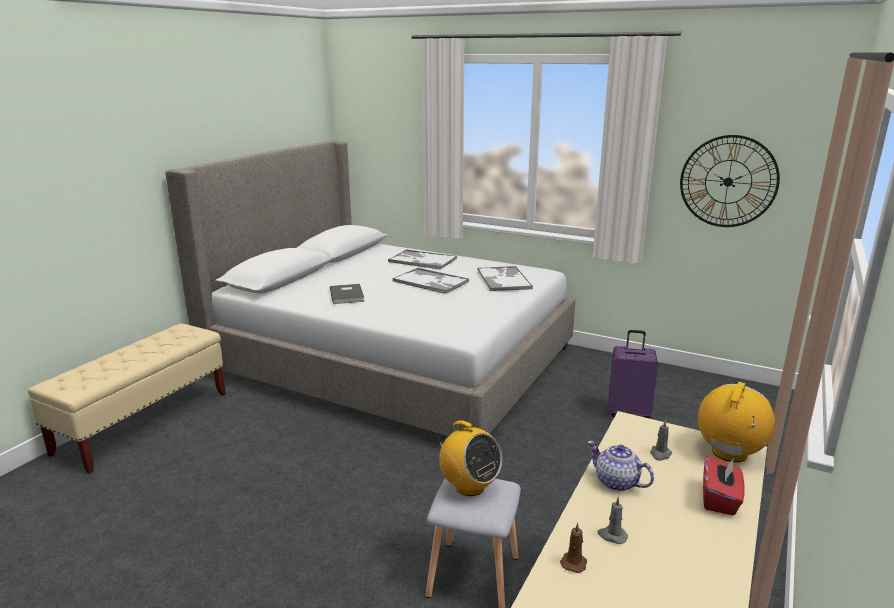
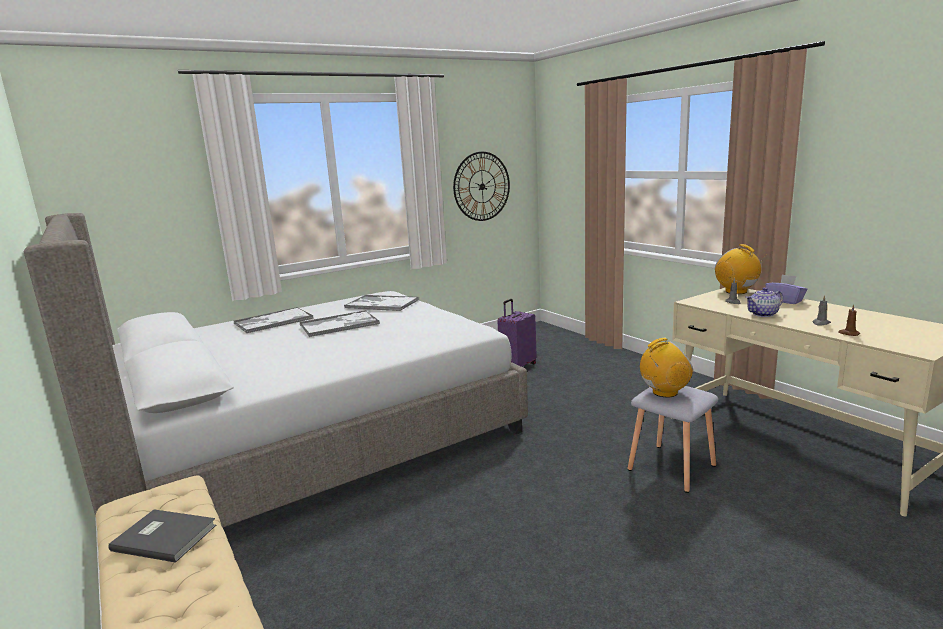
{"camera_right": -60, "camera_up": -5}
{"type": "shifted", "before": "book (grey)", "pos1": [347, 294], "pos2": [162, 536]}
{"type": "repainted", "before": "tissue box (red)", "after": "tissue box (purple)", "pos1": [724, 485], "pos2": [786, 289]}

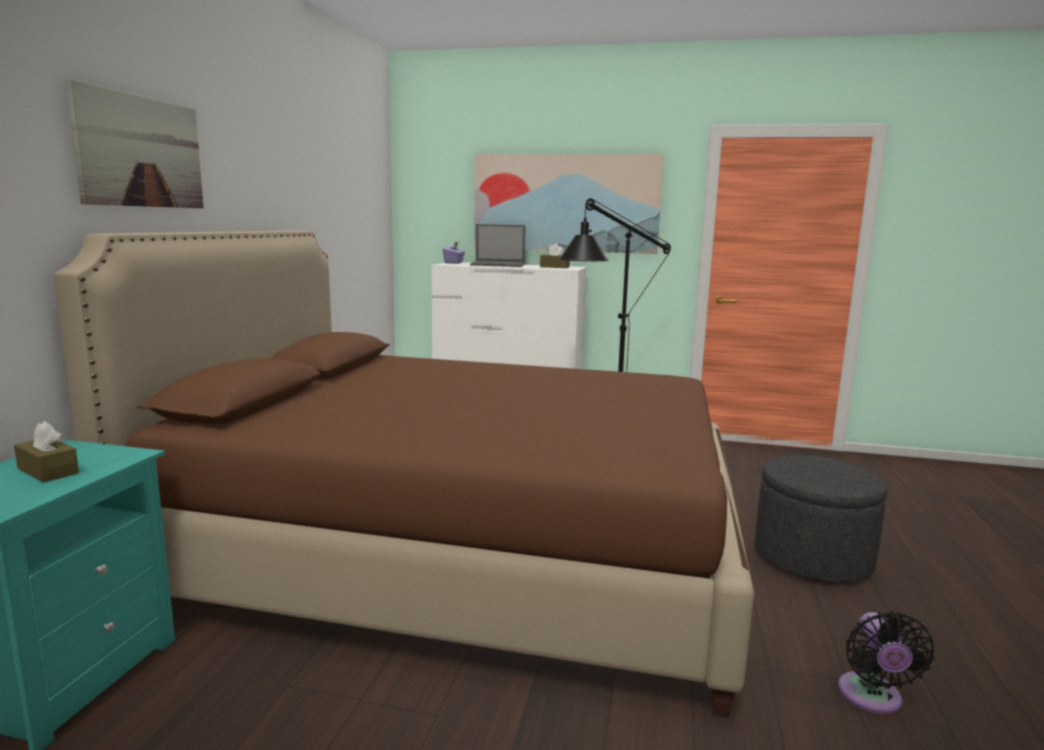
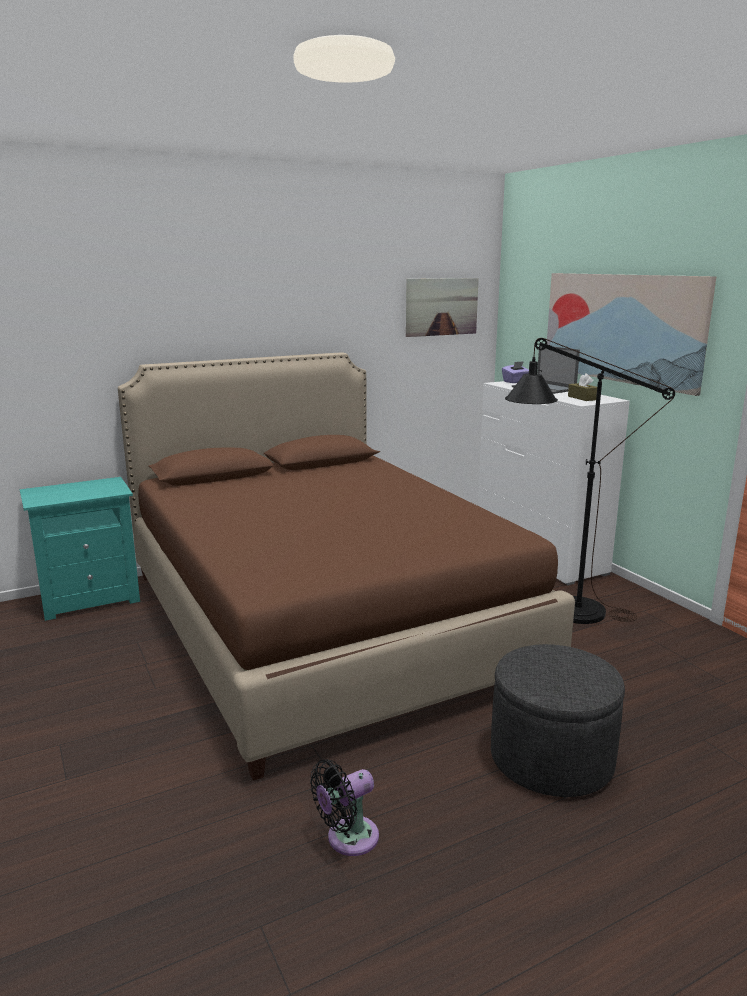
{"camera_right": 50, "camera_up": 5}
{"type": "shifted", "before": "picture", "pos1": [135, 143], "pos2": [442, 307]}
{"type": "gone", "before": "tissue box (brown)", "pos1": [46, 452]}

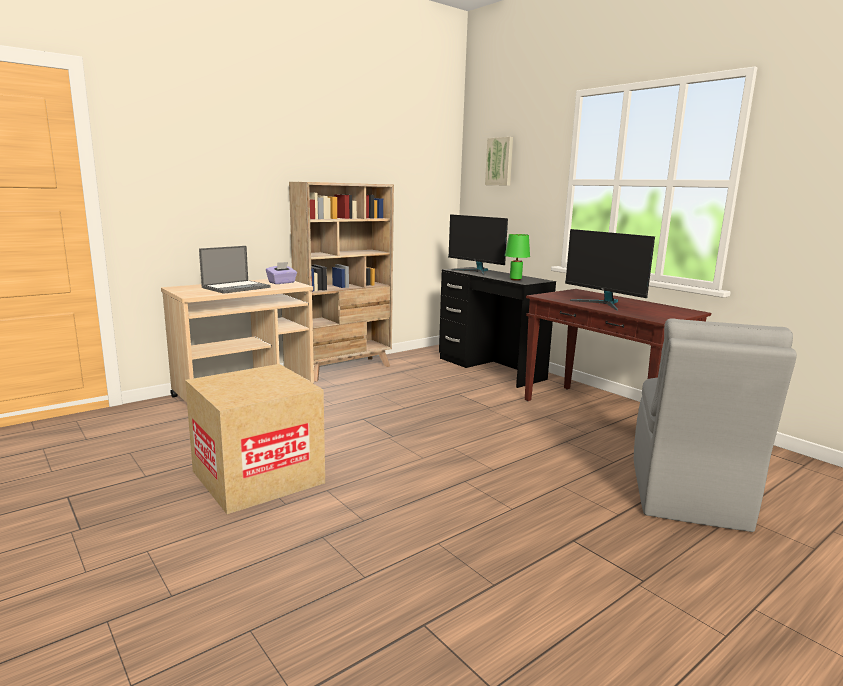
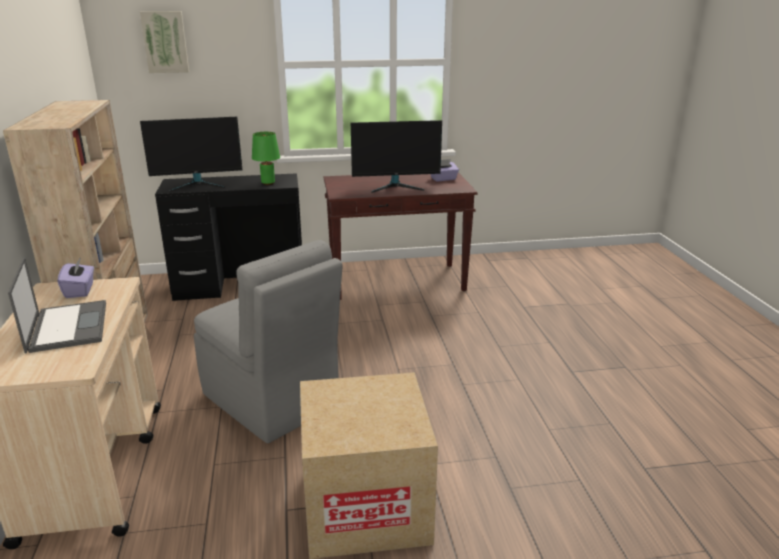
{"camera_right": -60, "camera_up": 10}
{"type": "shifted", "before": "chair (grey)", "pos1": [715, 425], "pos2": [268, 341]}
{"type": "new", "after": "tissue box (purple)", "pos2": [445, 170]}

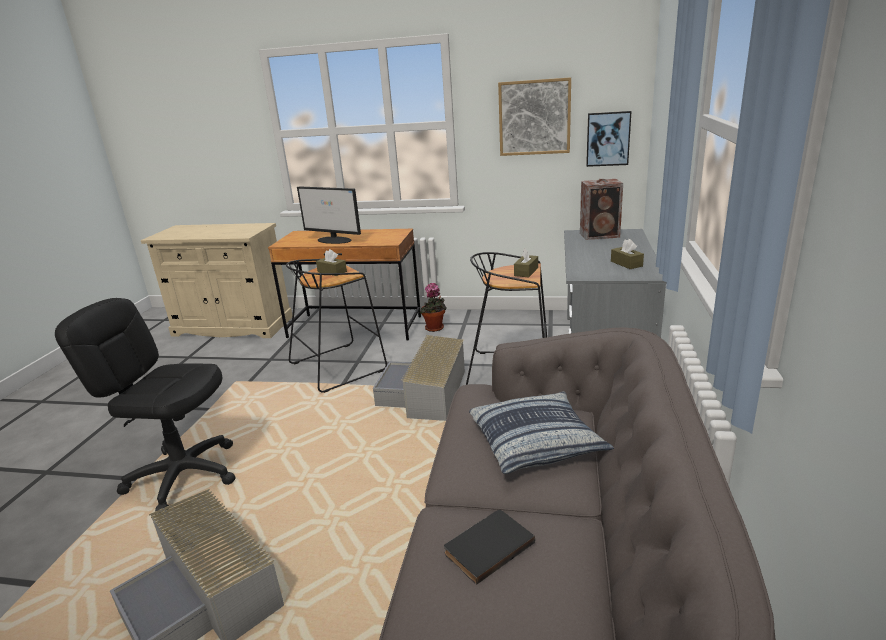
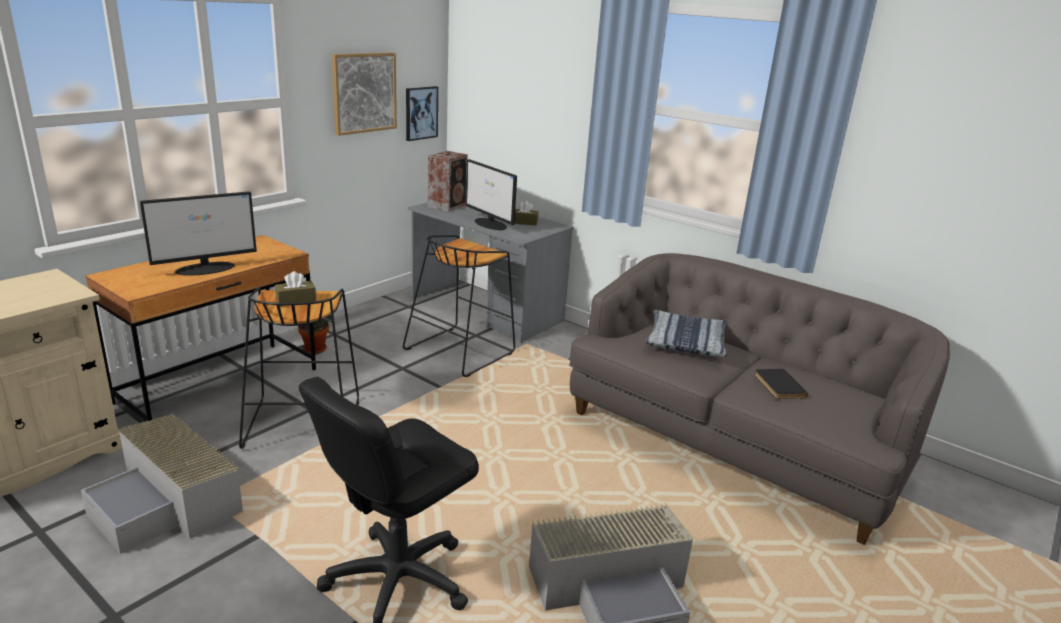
{"camera_right": -65, "camera_up": 0}
{"type": "gone", "before": "tissue box (brown)", "pos1": [526, 262]}
{"type": "shifted", "before": "storage box (grey)", "pos1": [419, 378], "pos2": [162, 484]}
{"type": "new", "after": "monitor", "pos2": [491, 194]}

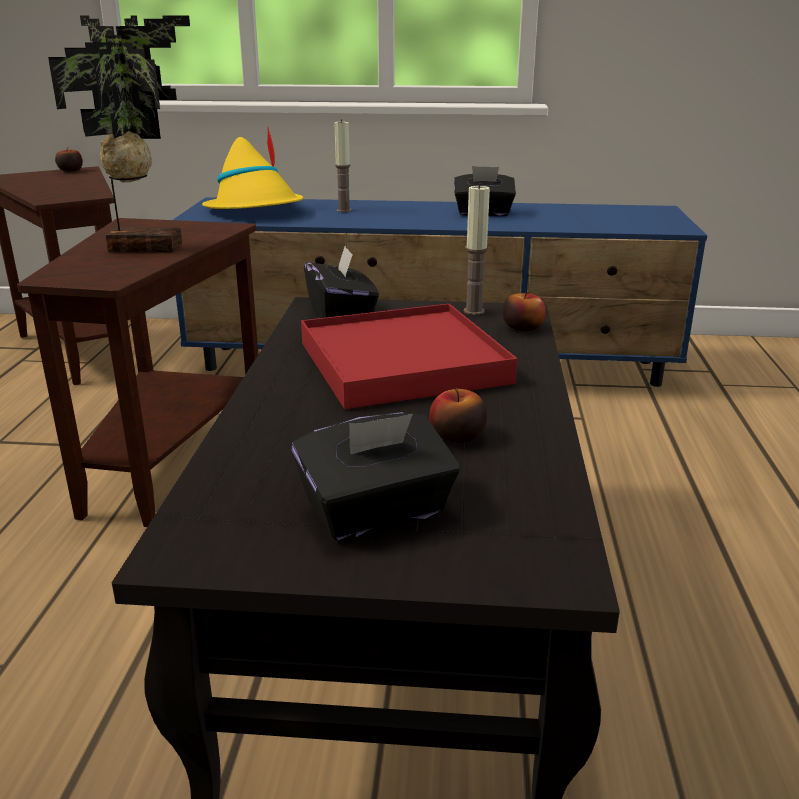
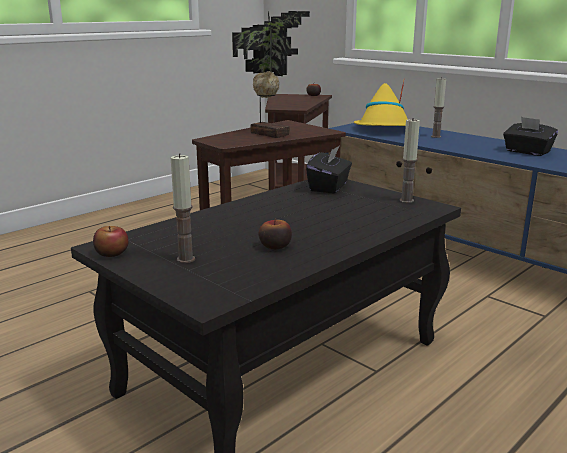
{"camera_right": 40, "camera_up": -5}
{"type": "shifted", "before": "apple", "pos1": [524, 312], "pos2": [111, 241]}
{"type": "gone", "before": "tray (red)", "pos1": [409, 356]}
{"type": "swapped", "before": "tissue box (black)", "after": "candle", "pos1": [376, 476], "pos2": [183, 208]}

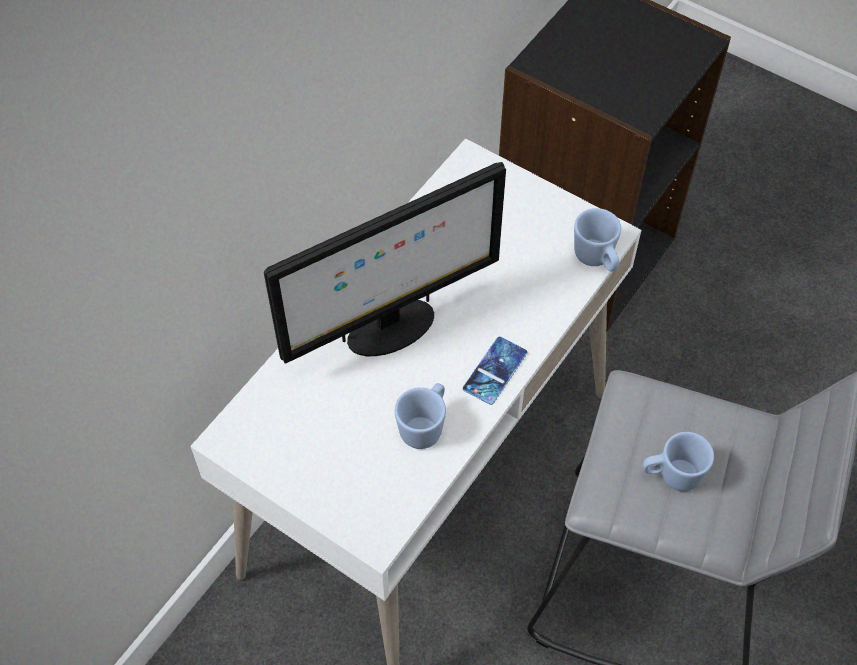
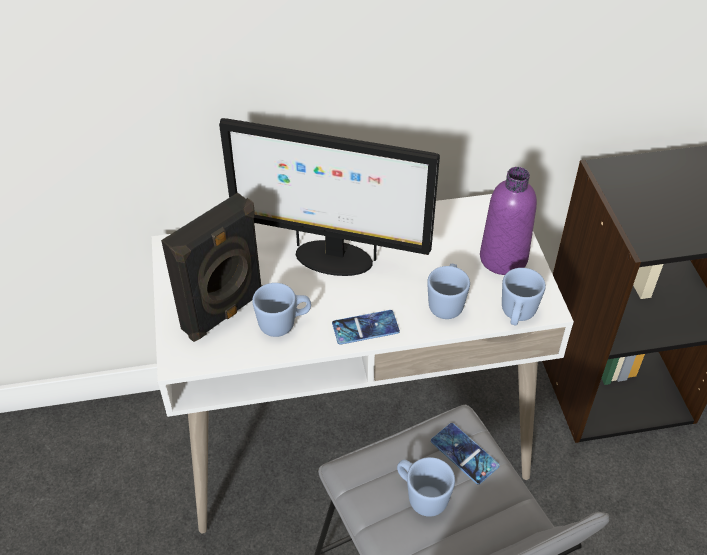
{"camera_right": 45, "camera_up": -10}
{"type": "new", "after": "bottle (purple)", "pos2": [508, 221]}
{"type": "new", "after": "speaker (black)", "pos2": [212, 267]}
{"type": "new", "after": "mug (blue)", "pos2": [448, 291]}
{"type": "new", "after": "phone", "pos2": [465, 454]}

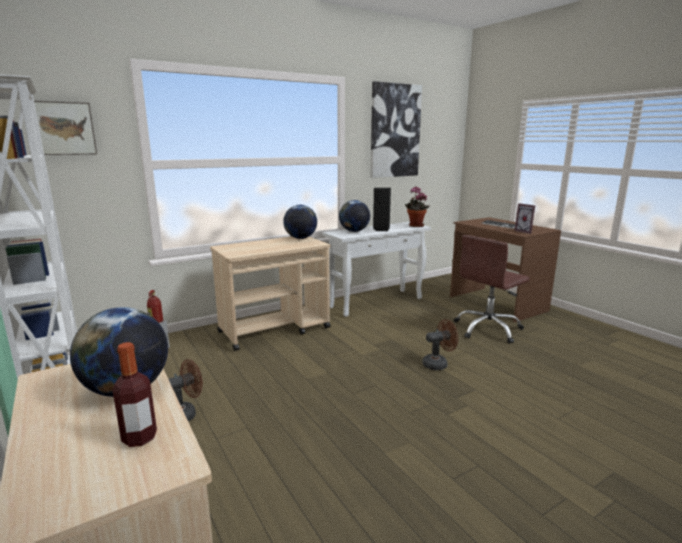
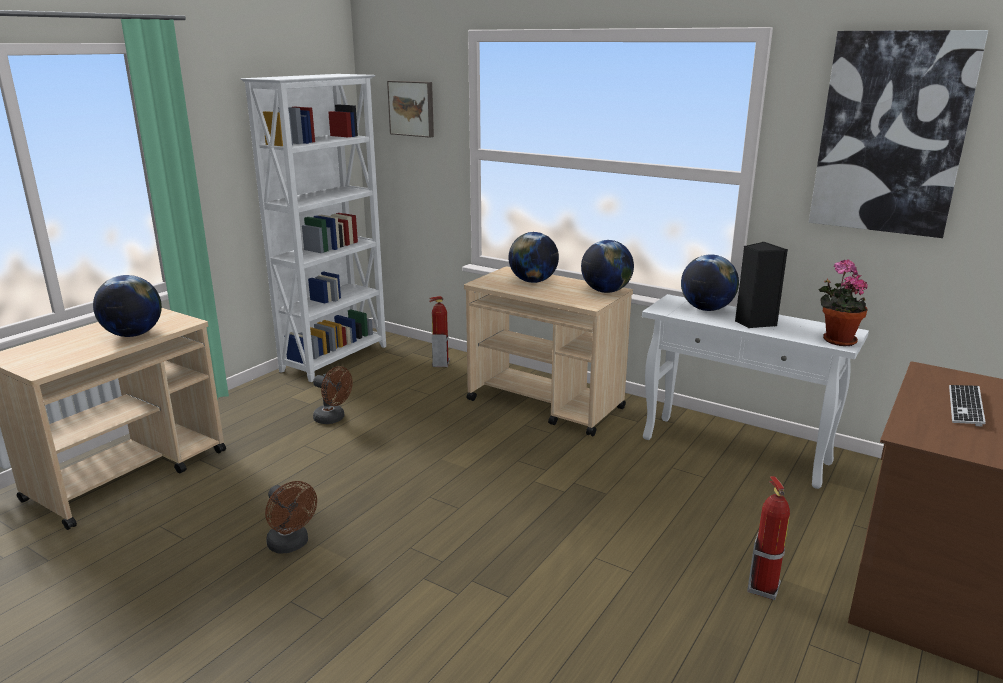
{"camera_right": 65, "camera_up": 5}
{"type": "gone", "before": "picture frame", "pos1": [524, 218]}
{"type": "swapped", "before": "office chair (brown)", "after": "fire extinguisher", "pos1": [492, 289], "pos2": [768, 538]}
{"type": "shifted", "before": "fan (brown)", "pos1": [440, 344], "pos2": [291, 517]}
{"type": "gone", "before": "bottle", "pos1": [135, 394]}
{"type": "new", "after": "globe", "pos2": [534, 257]}

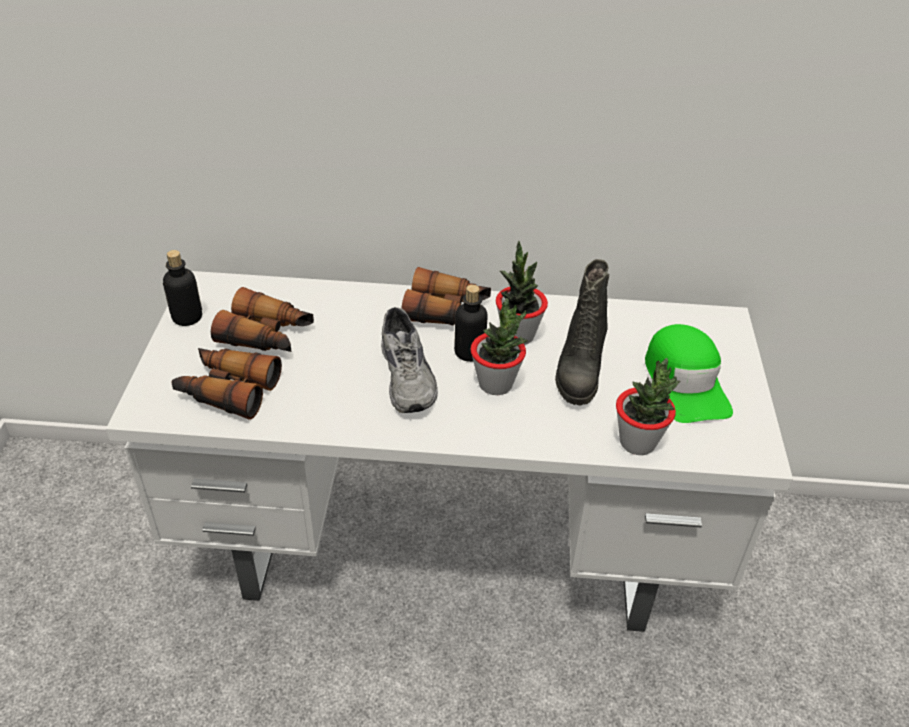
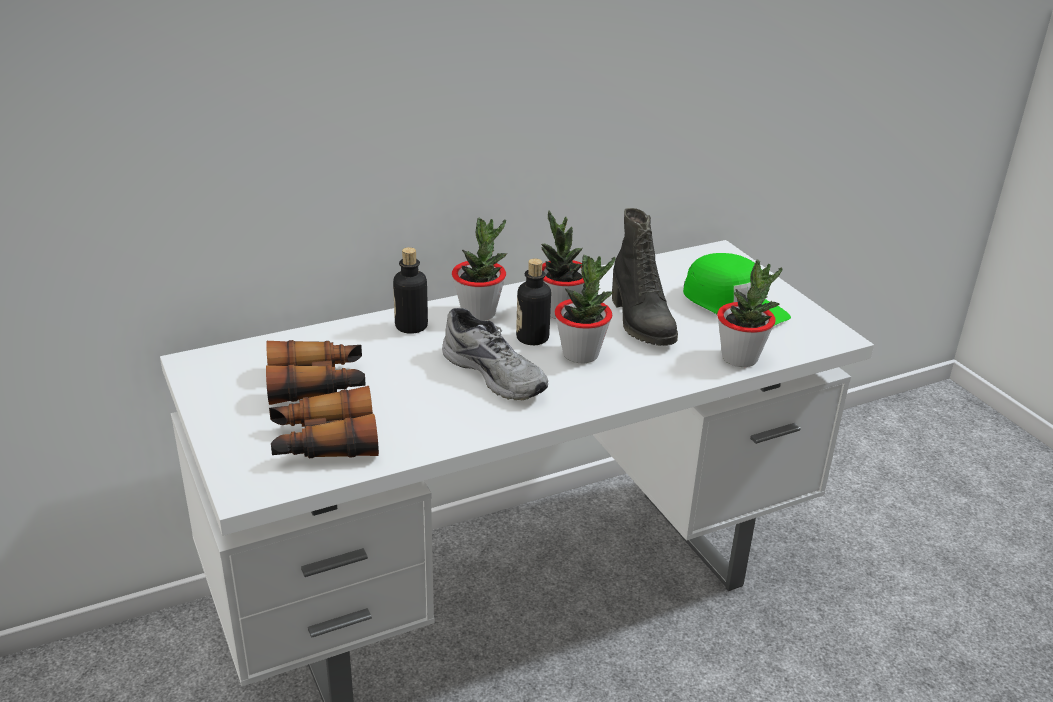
{"camera_right": -30, "camera_up": -10}
{"type": "shifted", "before": "bottle", "pos1": [182, 288], "pos2": [410, 290]}
{"type": "swapped", "before": "binoculars", "after": "potted plant", "pos1": [446, 296], "pos2": [479, 269]}

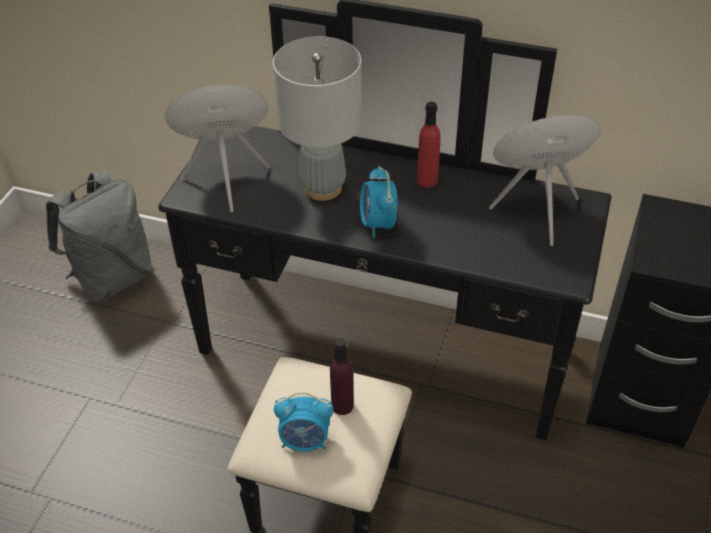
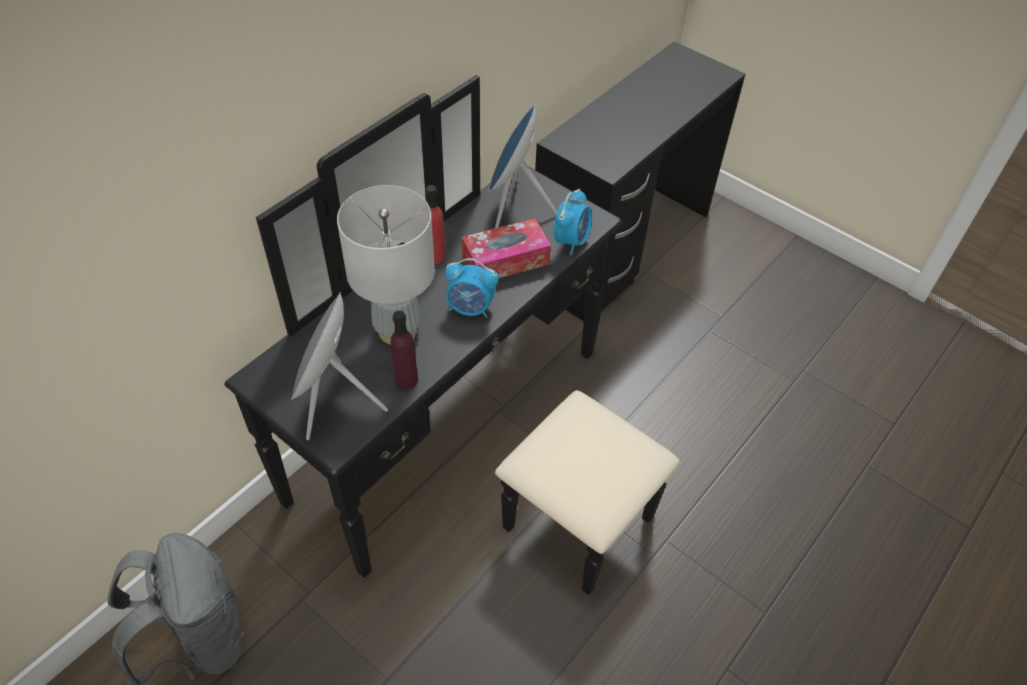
{"camera_right": -70, "camera_up": 5}
{"type": "shifted", "before": "bottle (purple)", "pos1": [342, 376], "pos2": [404, 350]}
{"type": "shifted", "before": "alarm clock", "pos1": [303, 422], "pos2": [573, 221]}
{"type": "new", "after": "tissue box", "pos2": [506, 248]}

